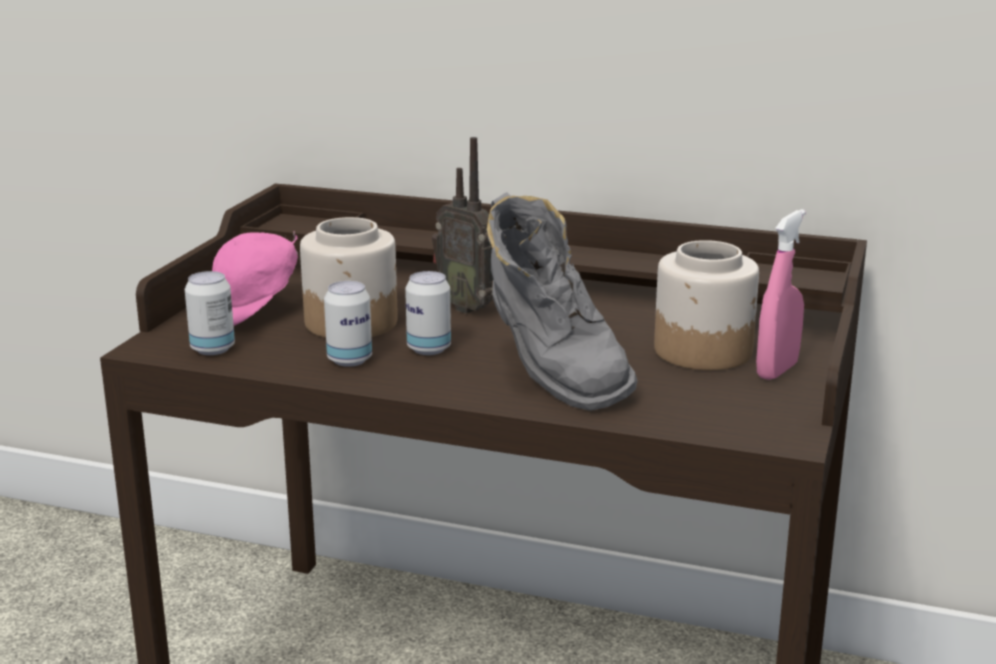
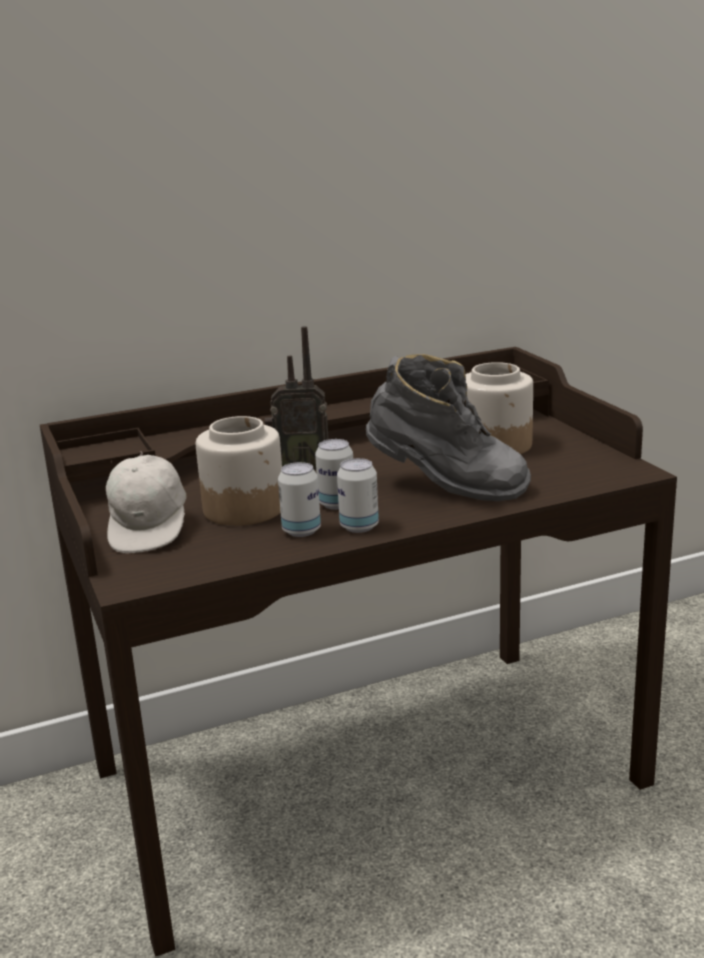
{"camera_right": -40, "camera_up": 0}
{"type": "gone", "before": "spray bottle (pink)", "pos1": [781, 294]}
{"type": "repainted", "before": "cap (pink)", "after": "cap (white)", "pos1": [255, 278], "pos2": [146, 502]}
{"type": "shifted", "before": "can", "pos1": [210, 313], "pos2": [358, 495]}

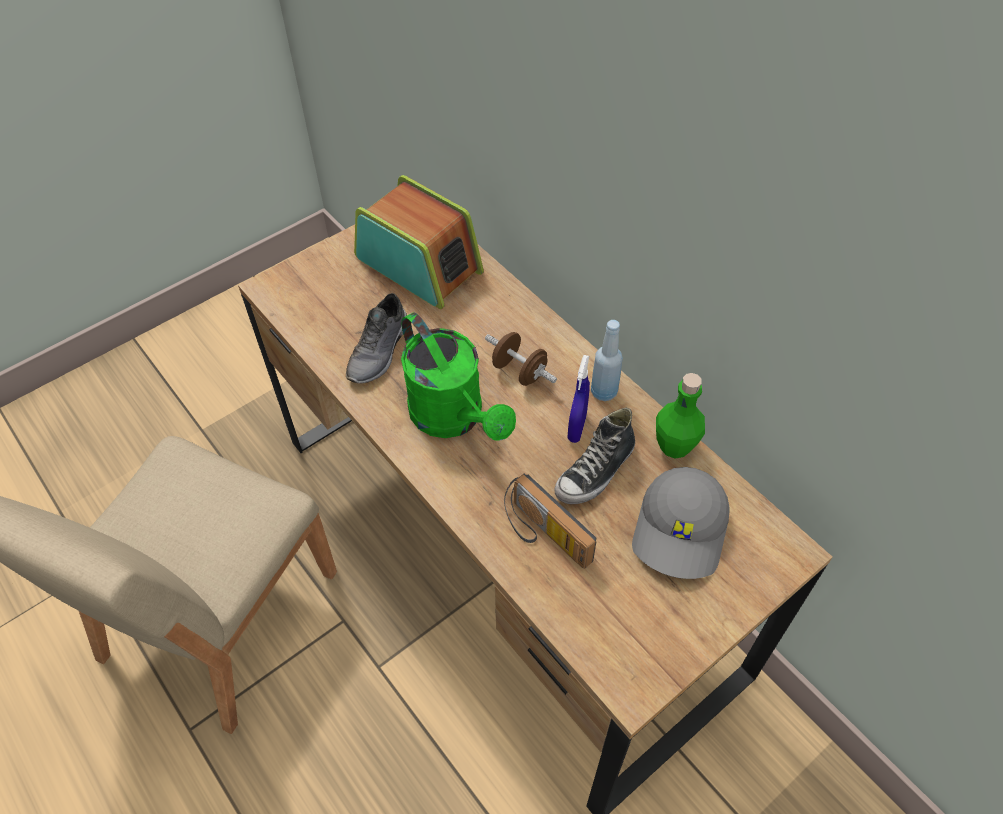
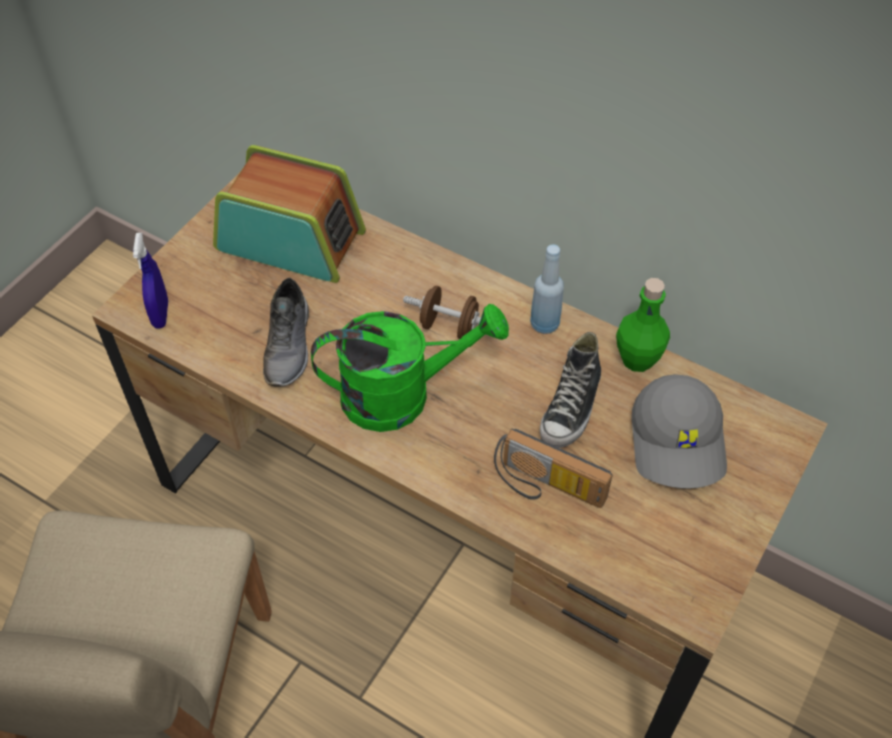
{"camera_right": -20, "camera_up": 0}
{"type": "rotated", "before": "watering can (green)", "pos1": [458, 376], "pos2": [410, 368], "turn": -45}
{"type": "shifted", "before": "spray bottle (blue)", "pos1": [579, 399], "pos2": [150, 281]}

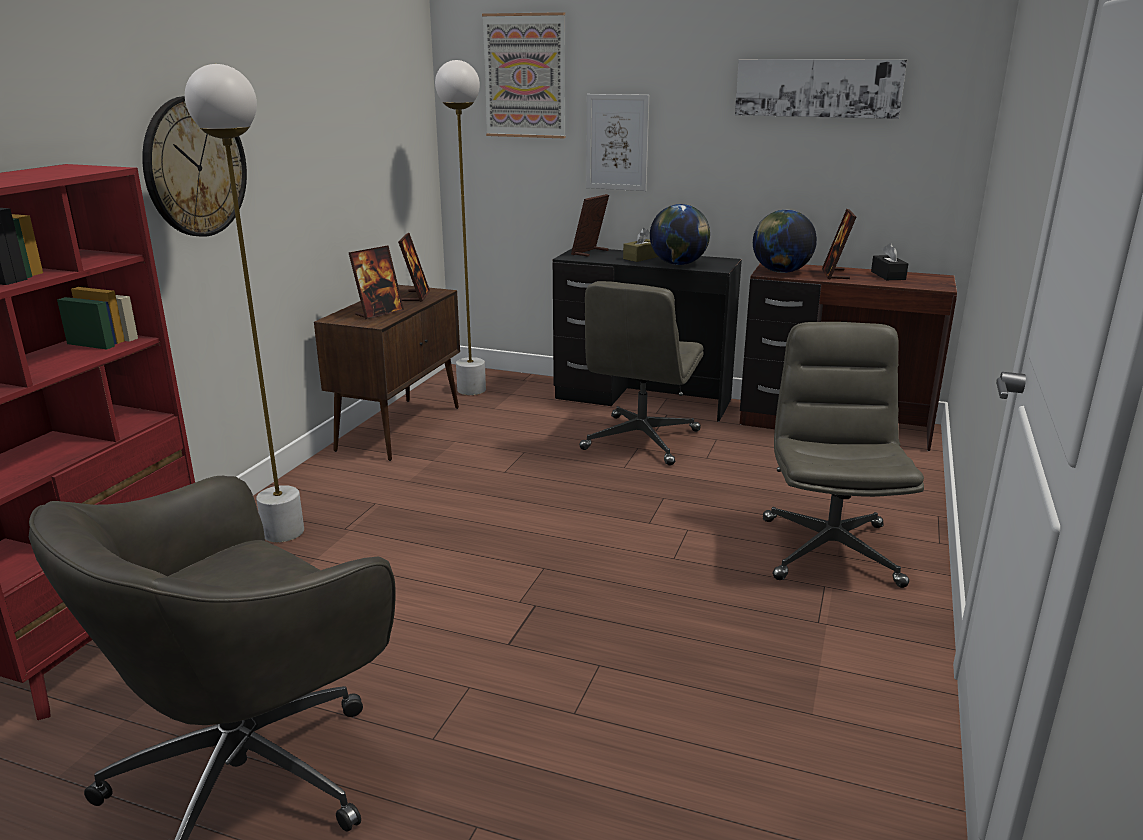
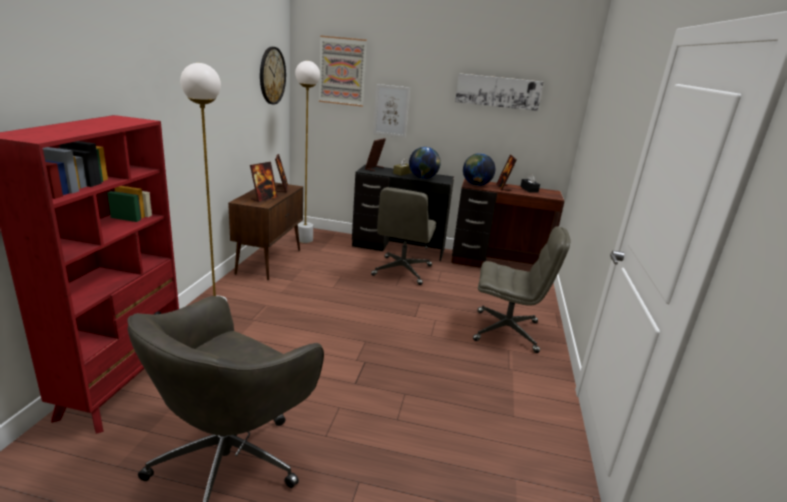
{"camera_right": -10, "camera_up": 0}
{"type": "shifted", "before": "wall clock", "pos1": [194, 166], "pos2": [273, 76]}
{"type": "rotated", "before": "office chair (grey)", "pos1": [843, 455], "pos2": [522, 290], "turn": 105}

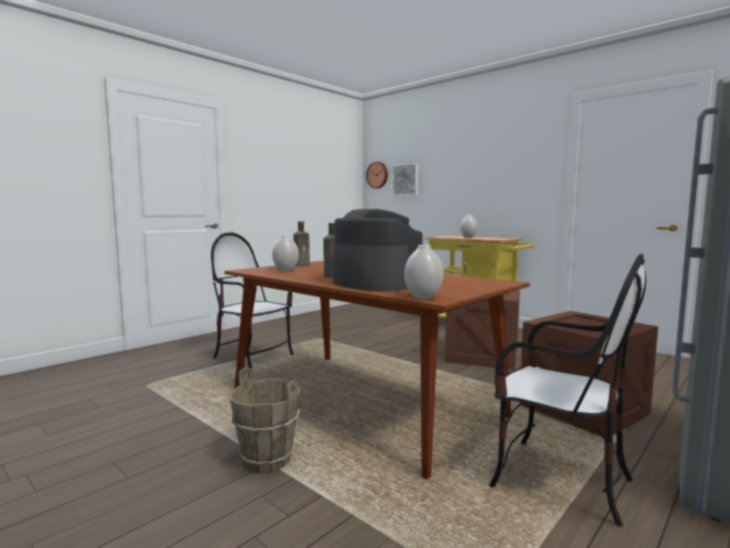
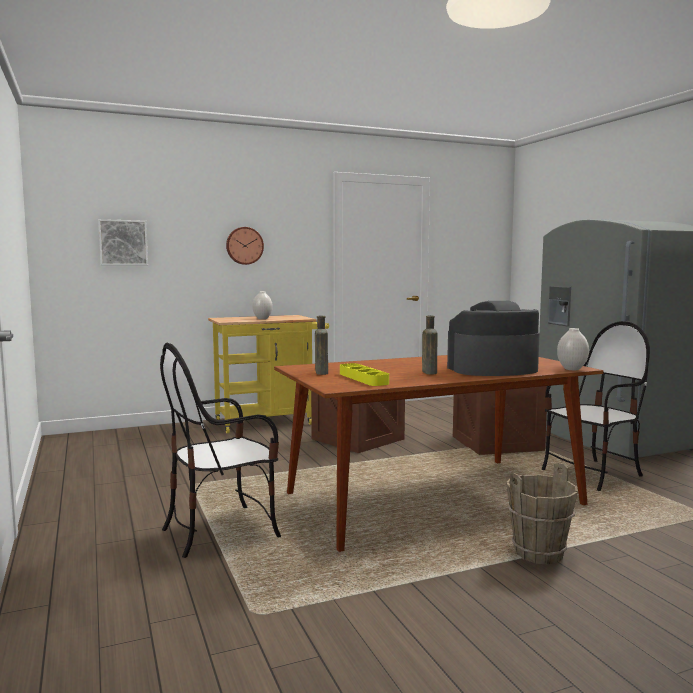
{"camera_right": -65, "camera_up": 0}
{"type": "shifted", "before": "wall clock", "pos1": [377, 175], "pos2": [245, 246]}
{"type": "swapped", "before": "vase (white)", "after": "tray (yellow)", "pos1": [285, 253], "pos2": [364, 374]}

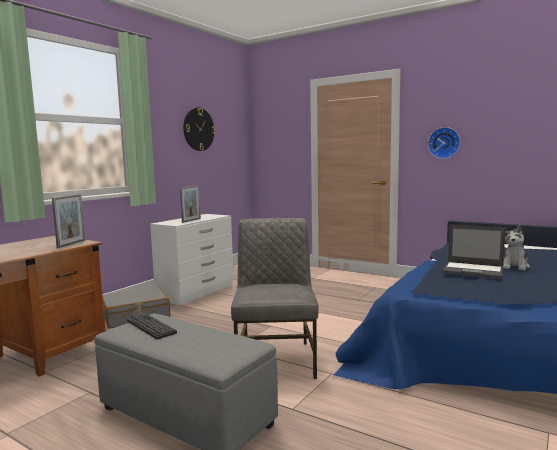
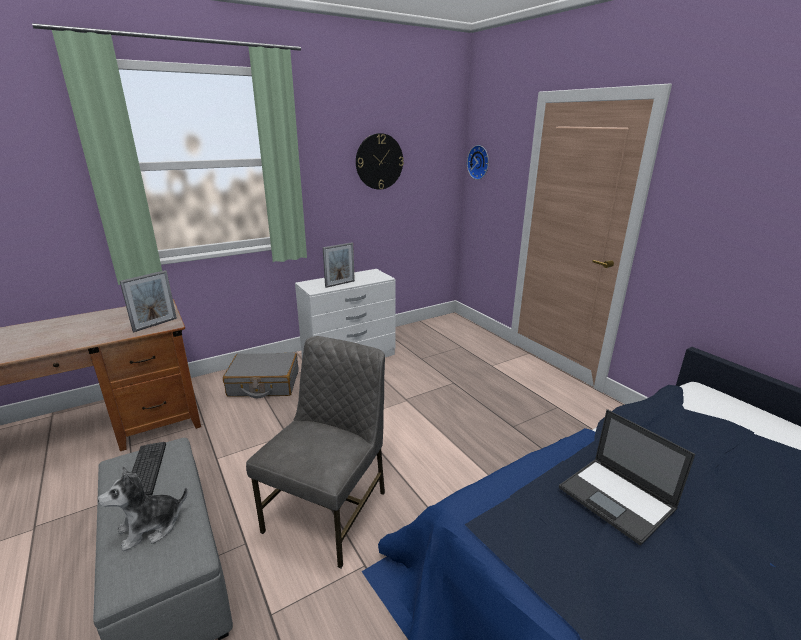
{"camera_right": 25, "camera_up": 15}
{"type": "shifted", "before": "wall clock", "pos1": [444, 143], "pos2": [478, 162]}
{"type": "shifted", "before": "plush toy", "pos1": [516, 248], "pos2": [142, 508]}

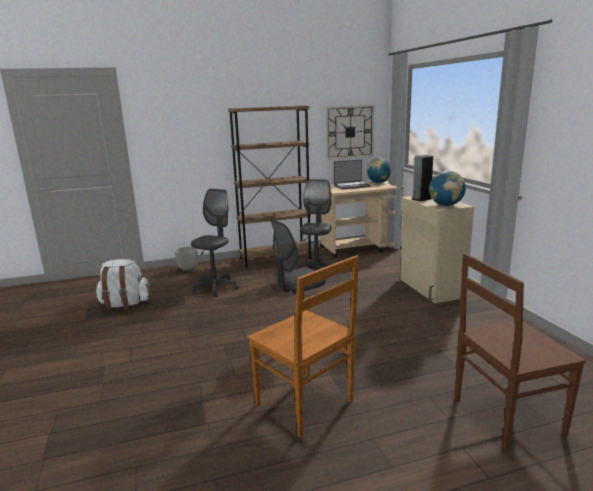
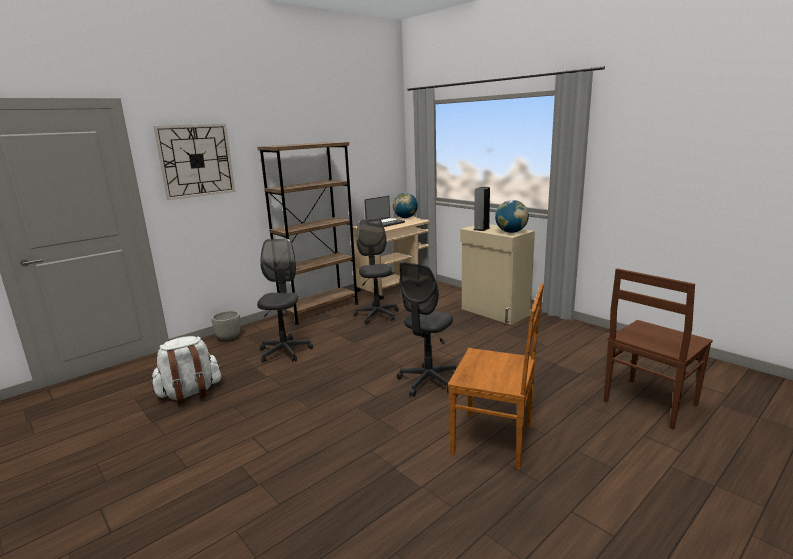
{"camera_right": -25, "camera_up": 0}
{"type": "shifted", "before": "wall clock", "pos1": [350, 132], "pos2": [194, 162]}

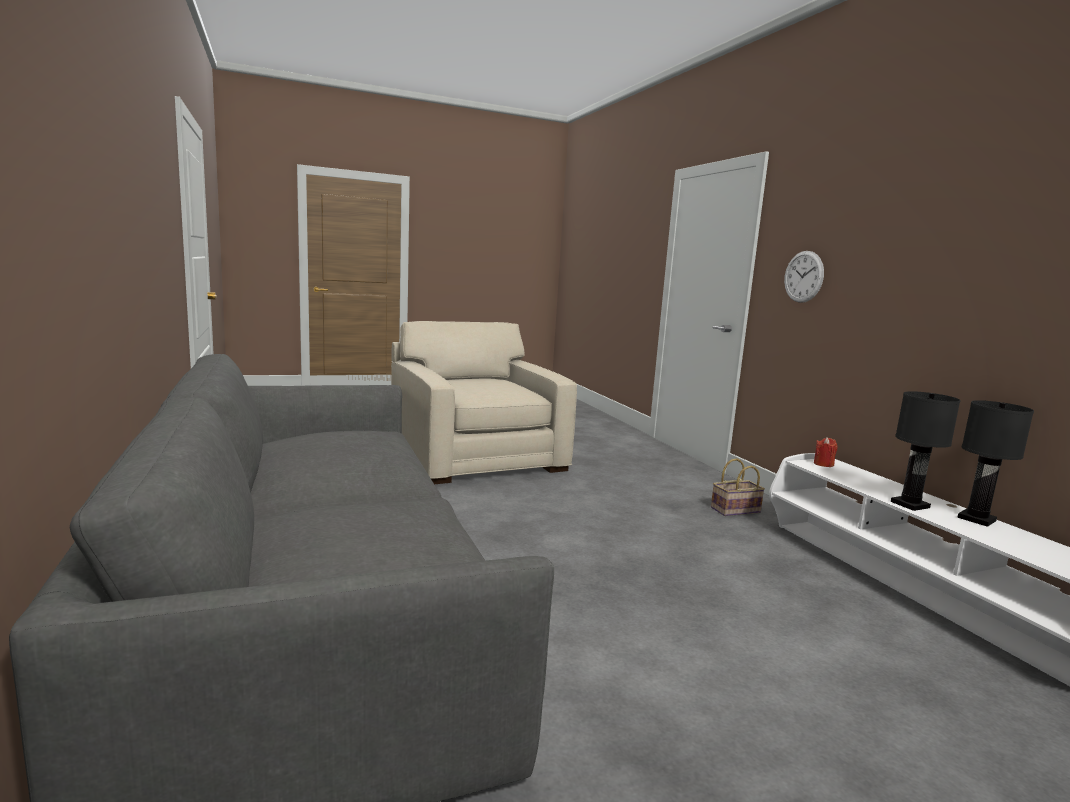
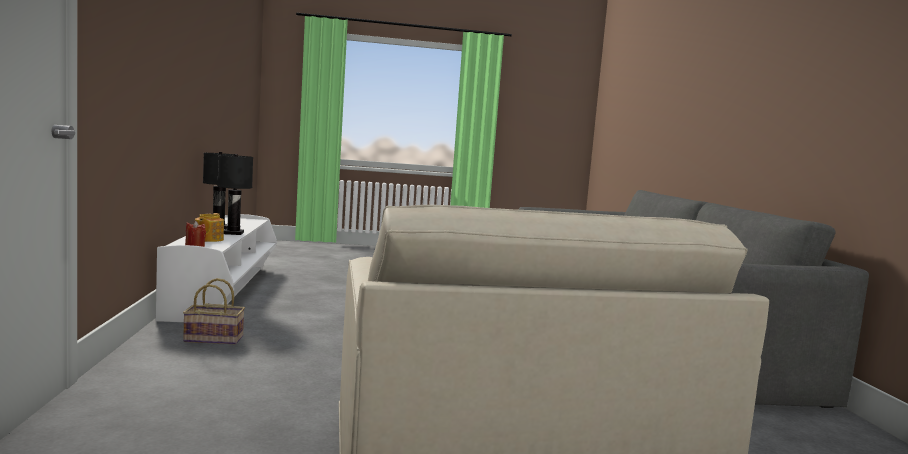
{"camera_right": -165, "camera_up": -5}
{"type": "gone", "before": "wall clock", "pos1": [804, 277]}
{"type": "new", "after": "teapot", "pos2": [209, 227]}

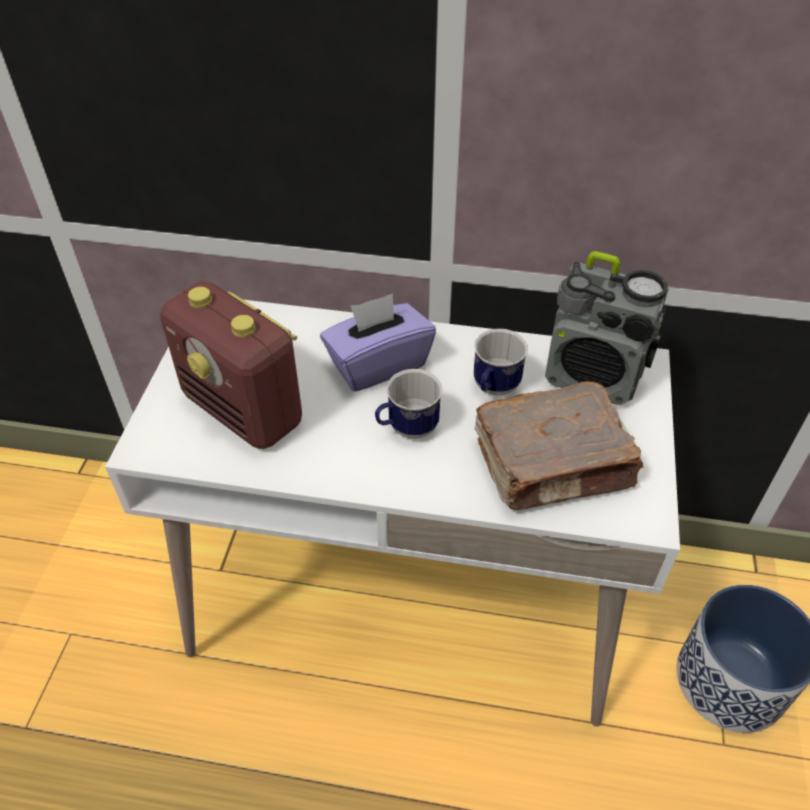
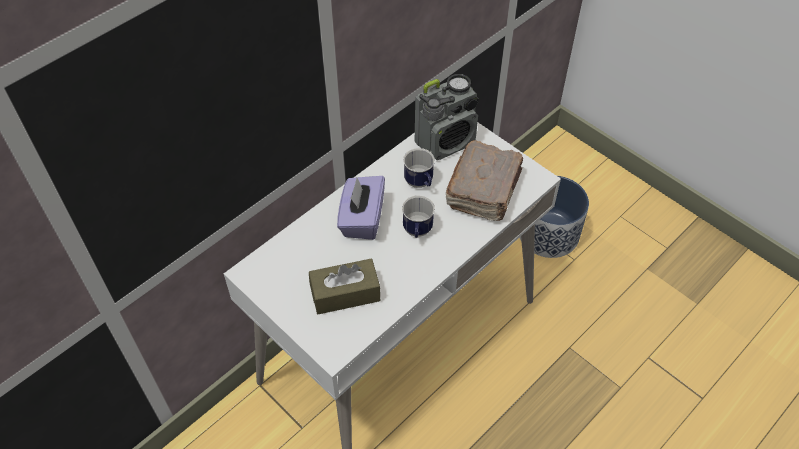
{"camera_right": -55, "camera_up": 5}
{"type": "swapped", "before": "radio", "after": "tissue box (brown)", "pos1": [231, 365], "pos2": [344, 286]}

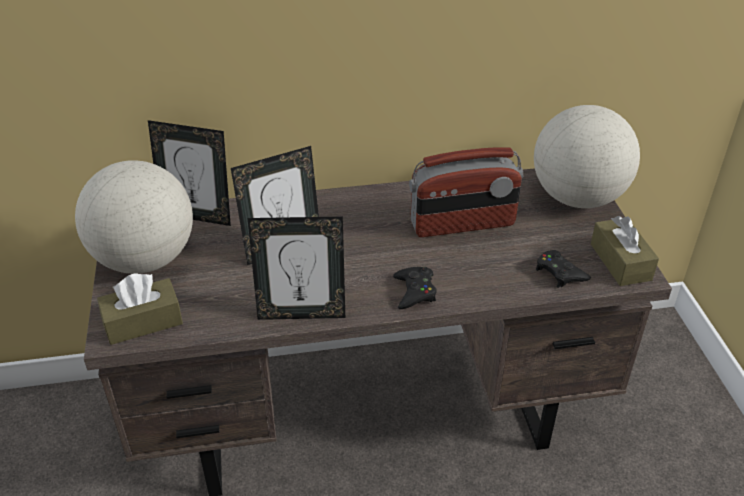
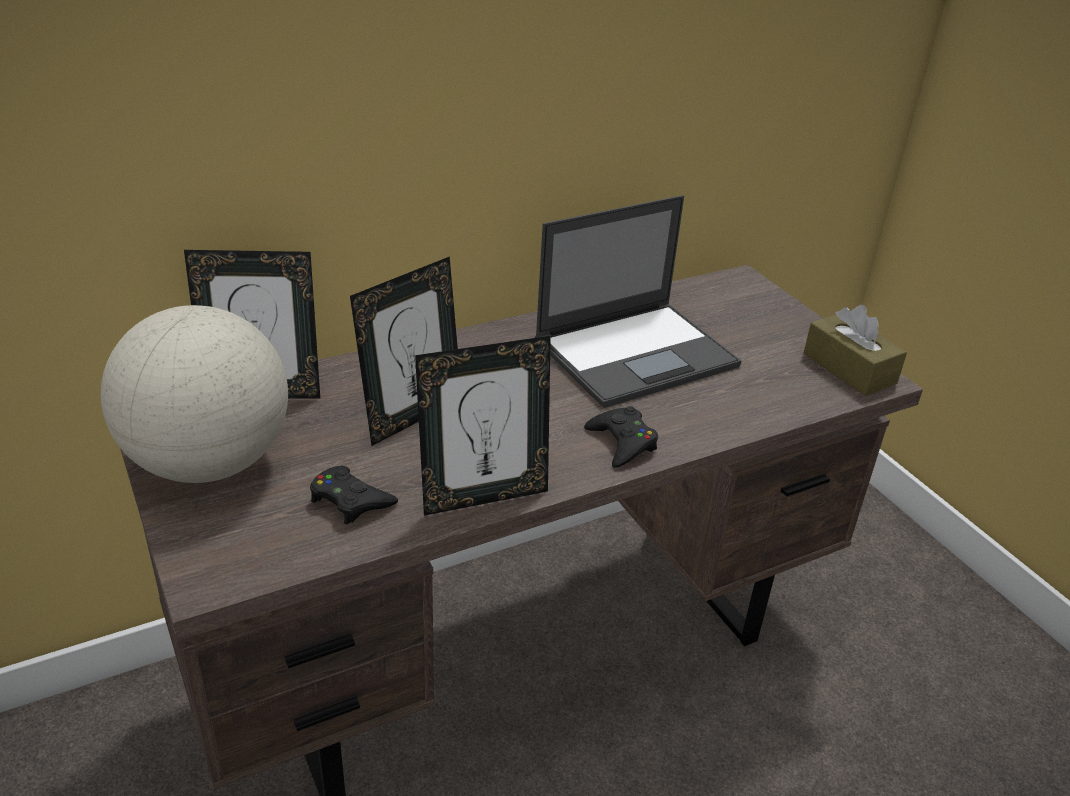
{"camera_right": -20, "camera_up": -5}
{"type": "gone", "before": "globe", "pos1": [587, 156]}
{"type": "swapped", "before": "radio", "after": "laptop", "pos1": [466, 192], "pos2": [638, 301]}
{"type": "shifted", "before": "game controller (black)", "pos1": [563, 269], "pos2": [354, 495]}
{"type": "gone", "before": "tissue box (brown)", "pos1": [140, 309]}

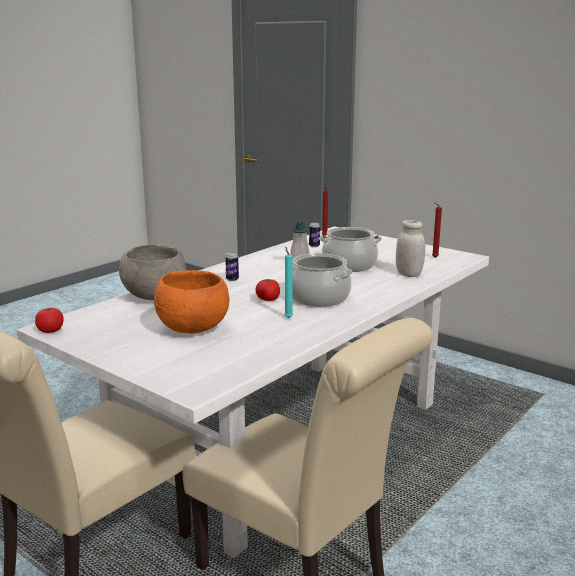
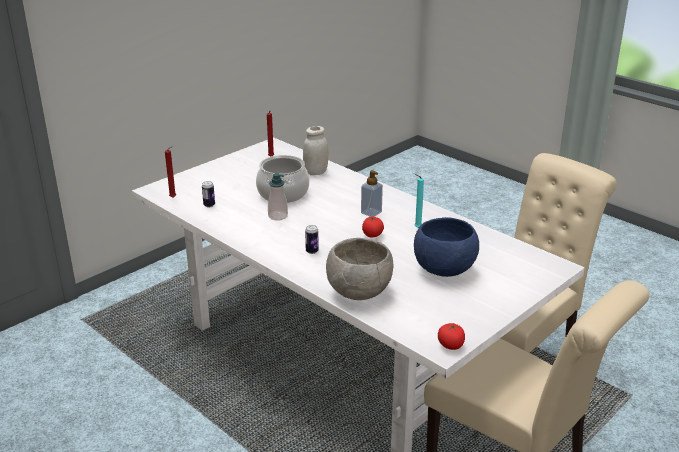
{"camera_right": -85, "camera_up": 10}
{"type": "swapped", "before": "cooking pot", "after": "soap dispenser", "pos1": [322, 280], "pos2": [372, 193]}
{"type": "repainted", "before": "bowl (orange)", "after": "bowl (blue)", "pos1": [191, 302], "pos2": [446, 247]}

